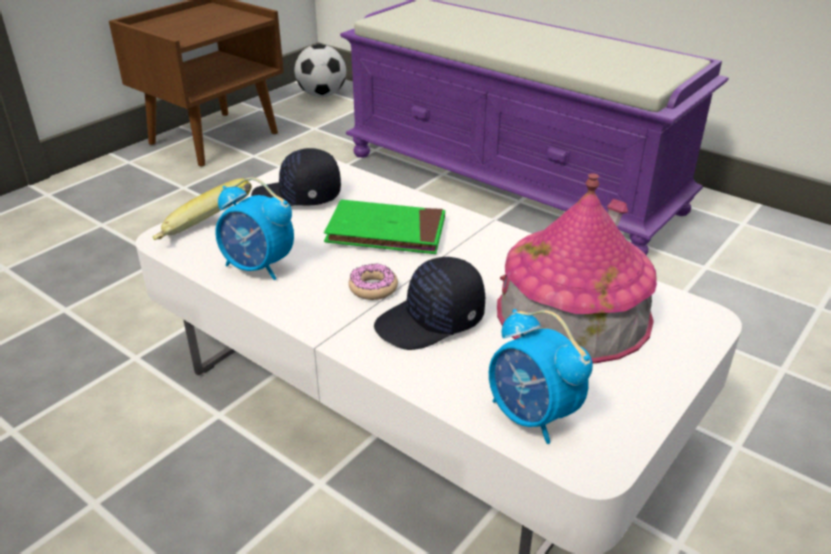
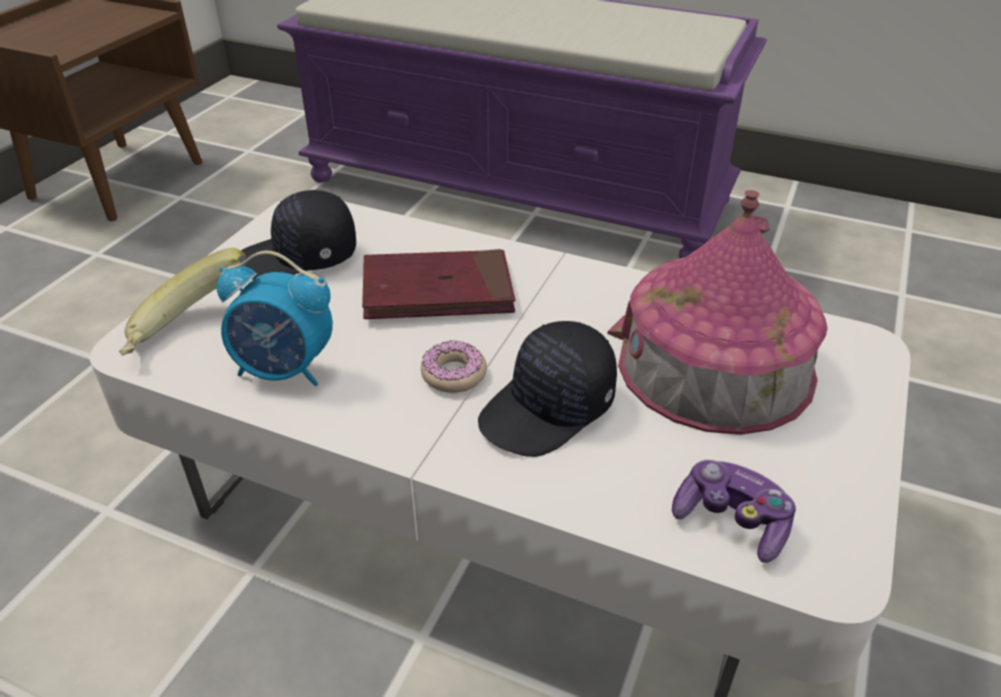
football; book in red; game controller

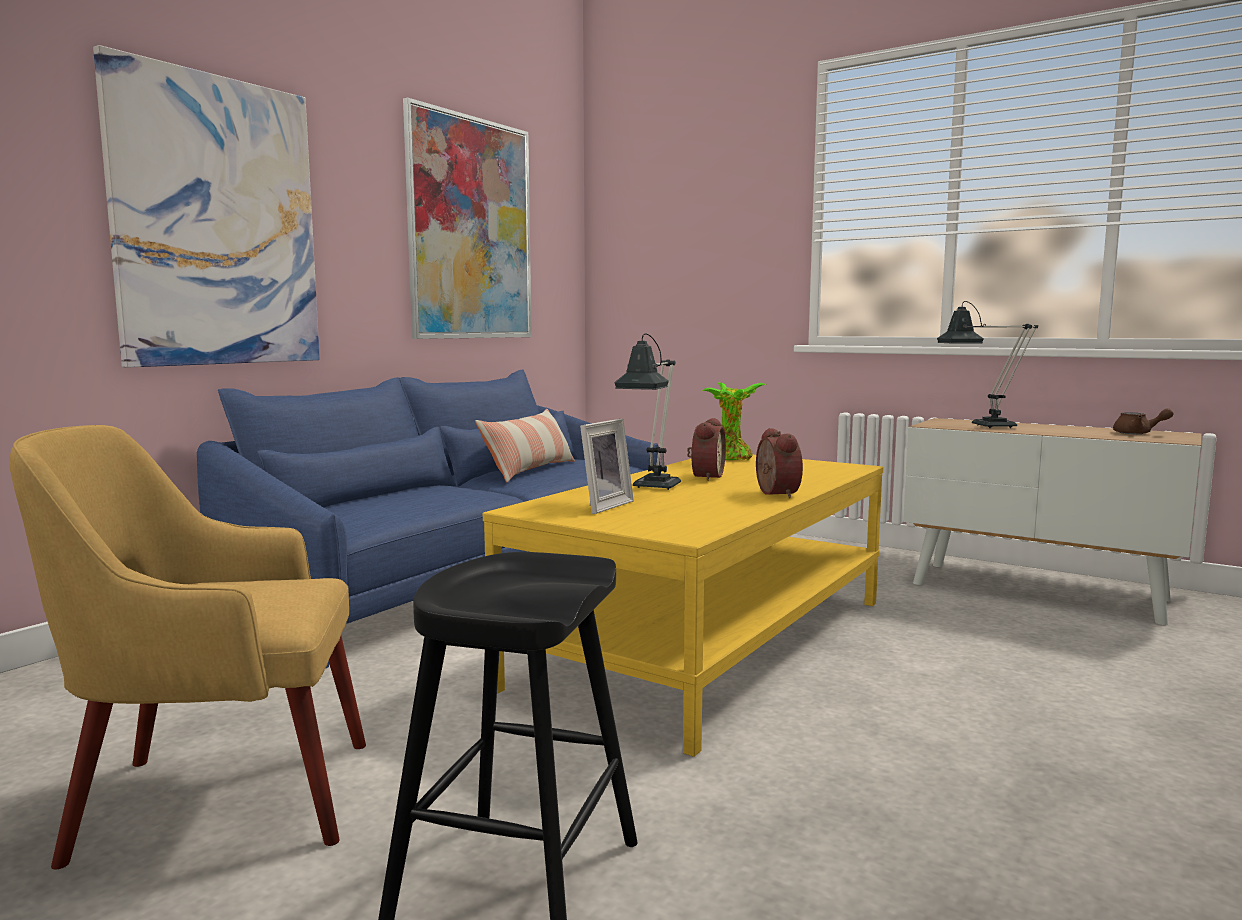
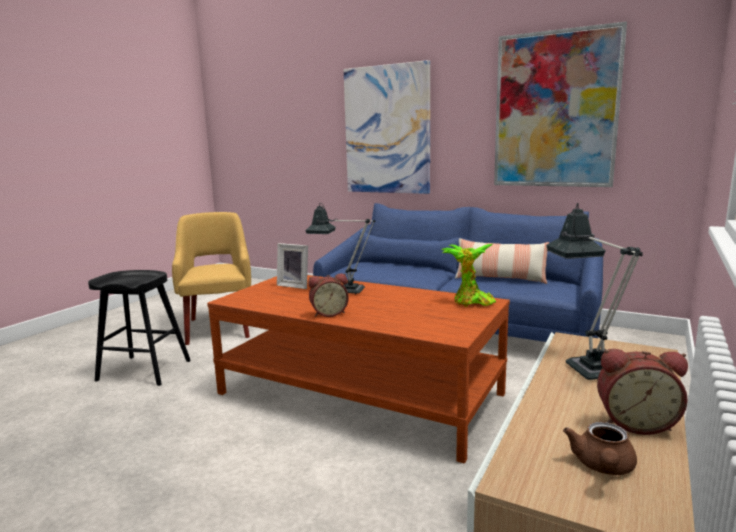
coffee table in brown; alarm clock (2nd from left)

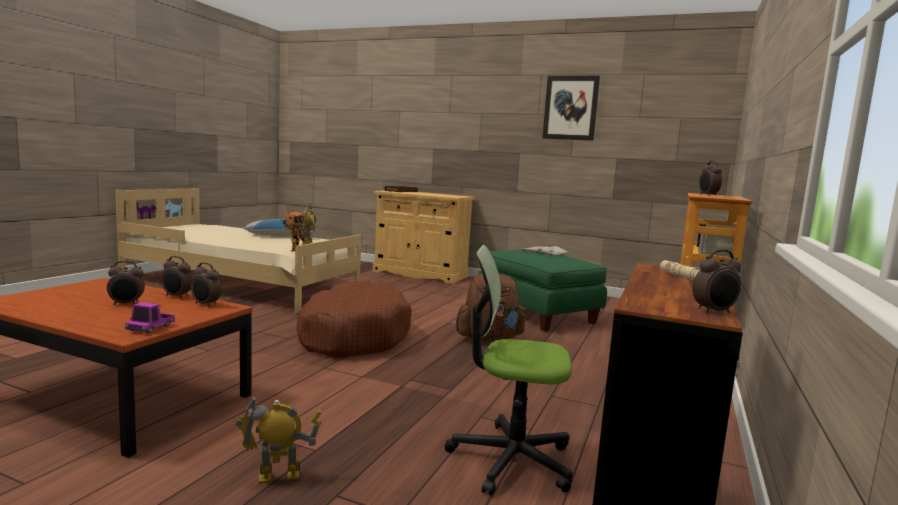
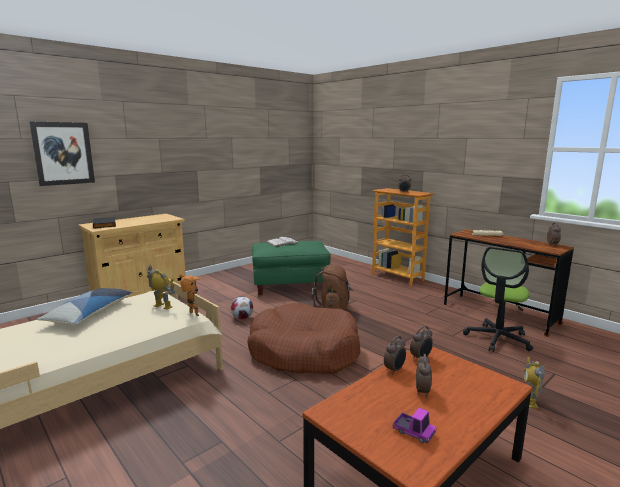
toy truck; picture; football

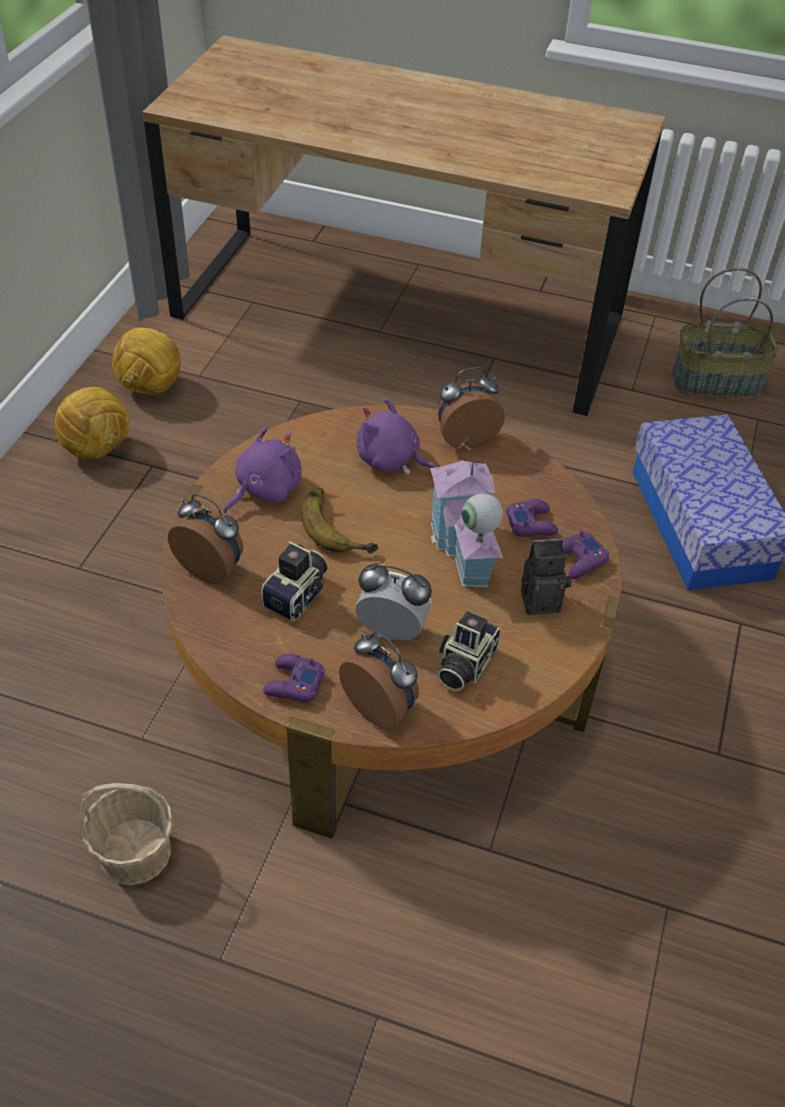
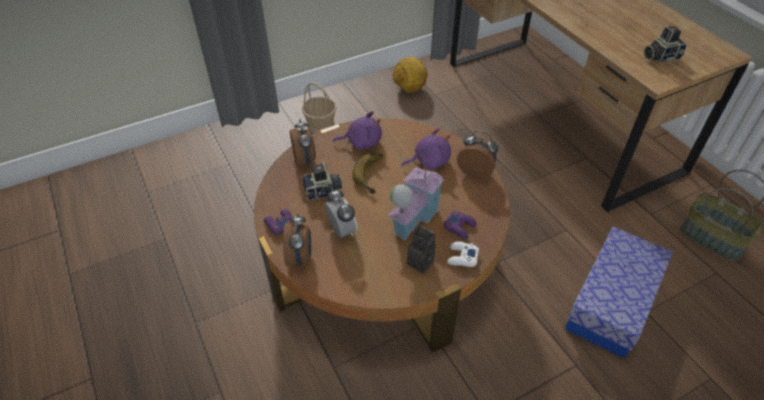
football (1st from left in the first image); basket (1st from left); plush toy in purple (2nd from left); photo camera (3rd from left); game controller in white

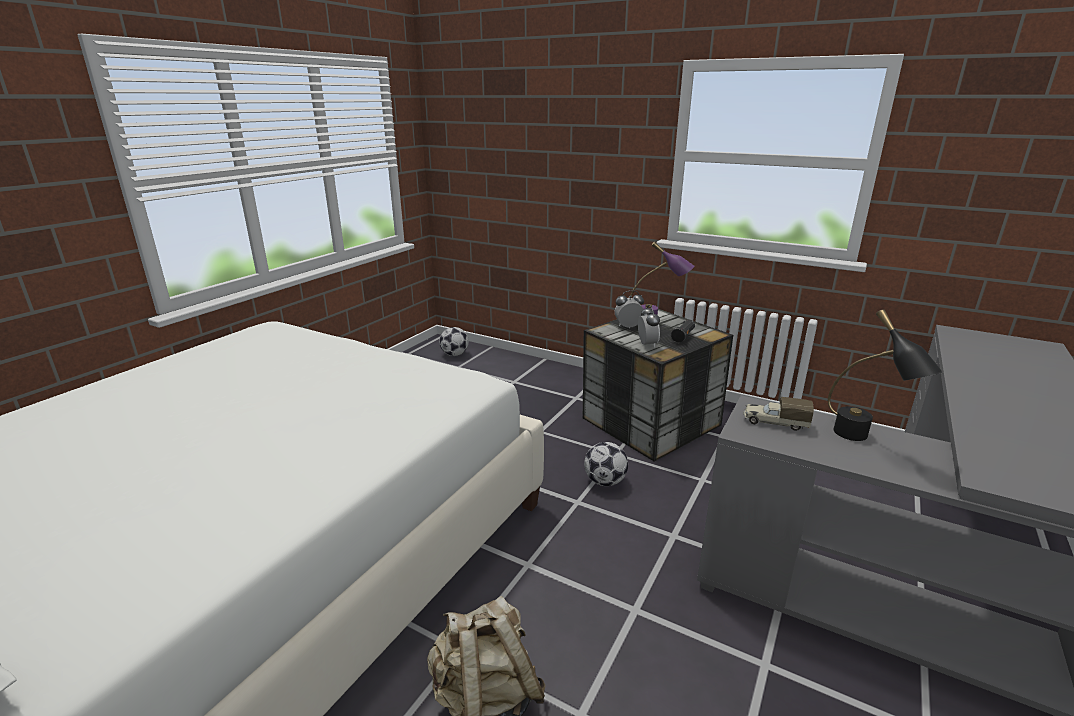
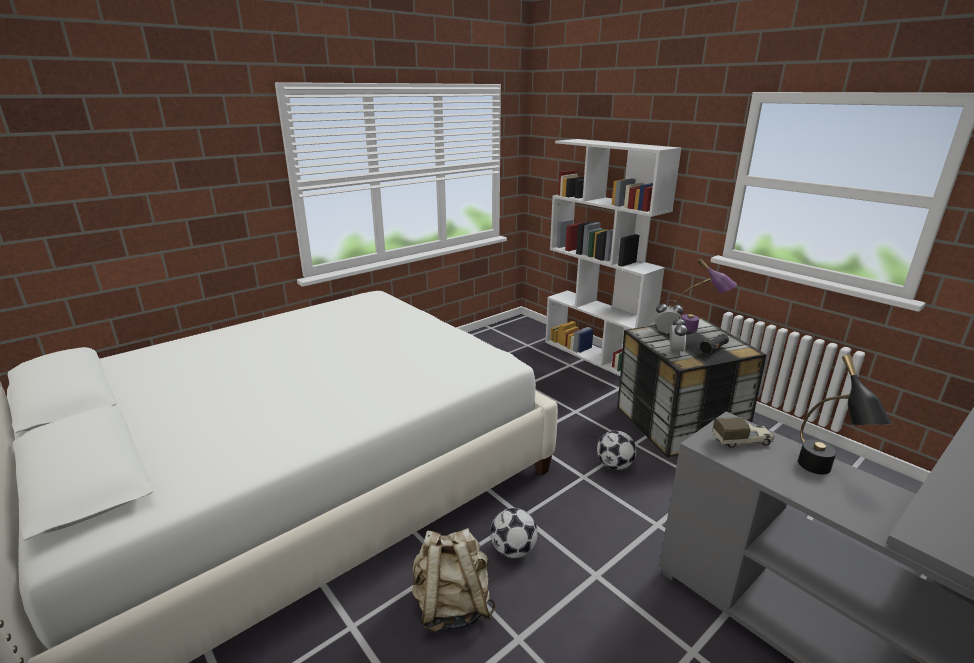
football (1st from left); toy truck; bookcase in white

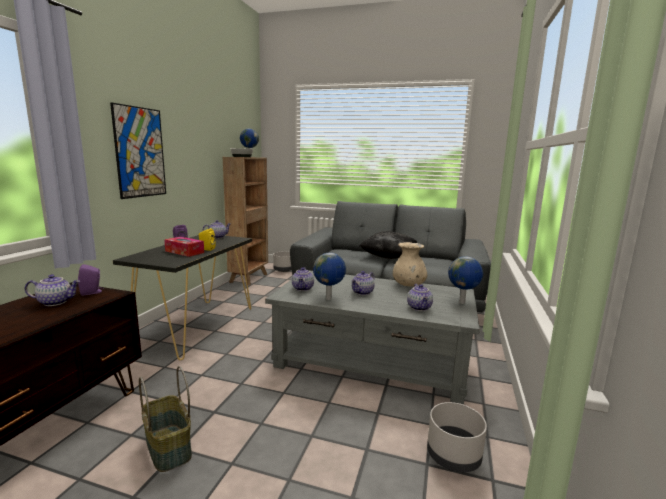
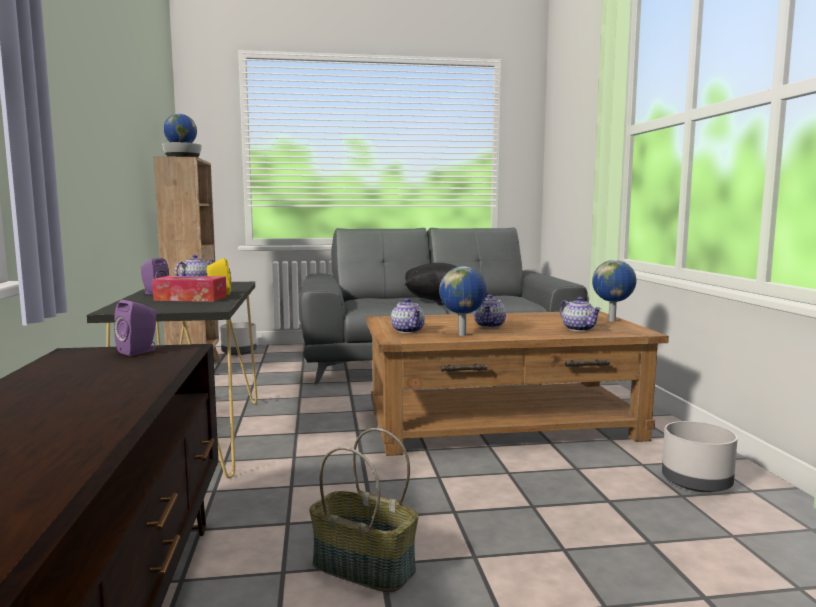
teapot (1st from left in the first image); picture; coffee table in brown; vase in beige

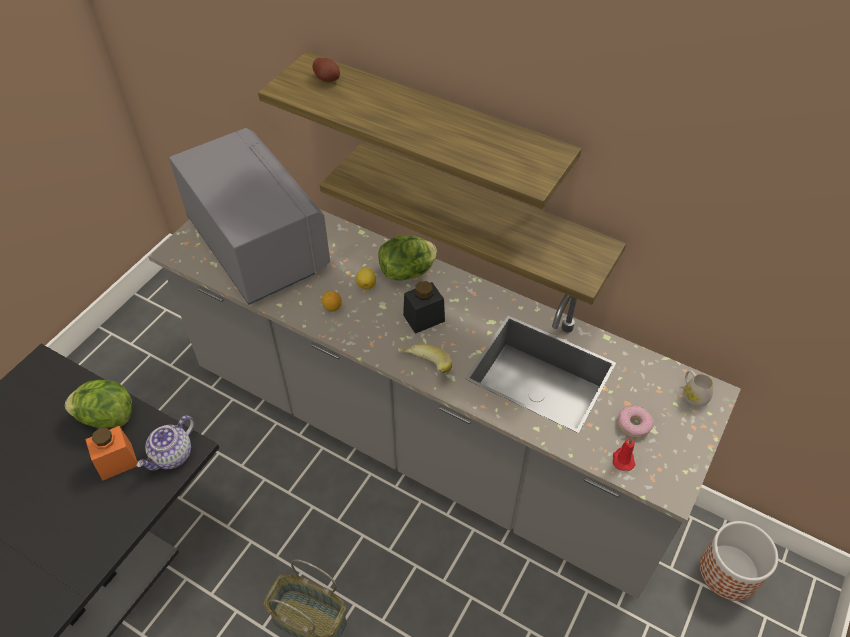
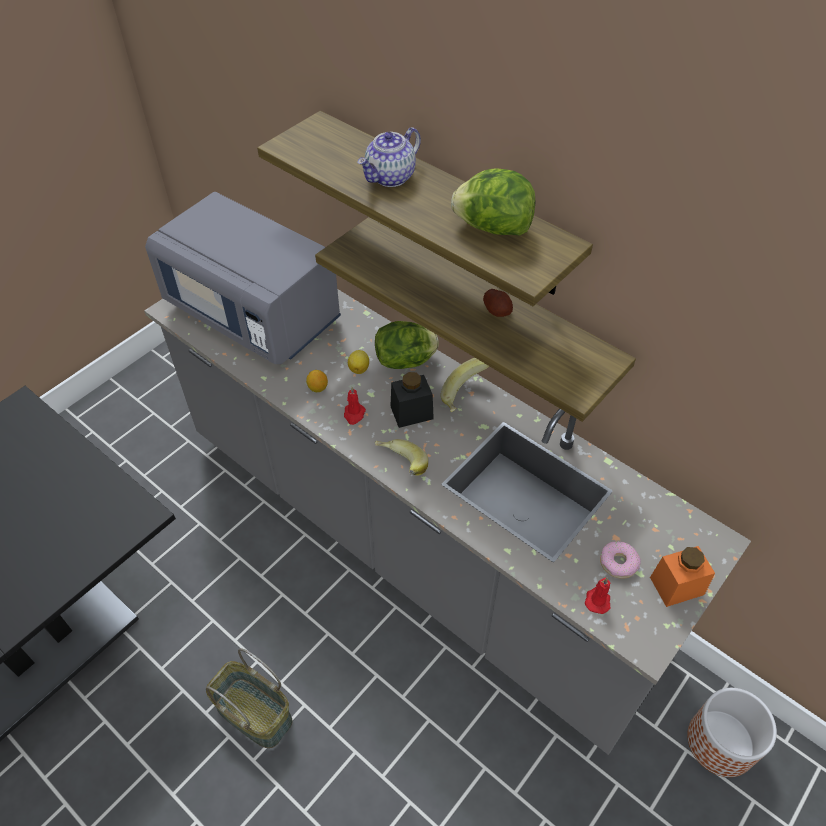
lettuce (2nd from left); jar in orange; teapot; microwave in grey; potato; mug in white; candle in red (1st from left); banana (2nd from left)

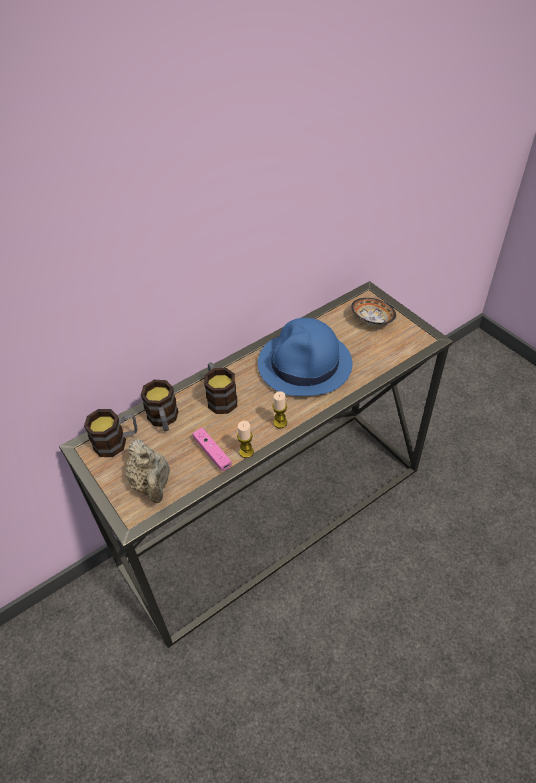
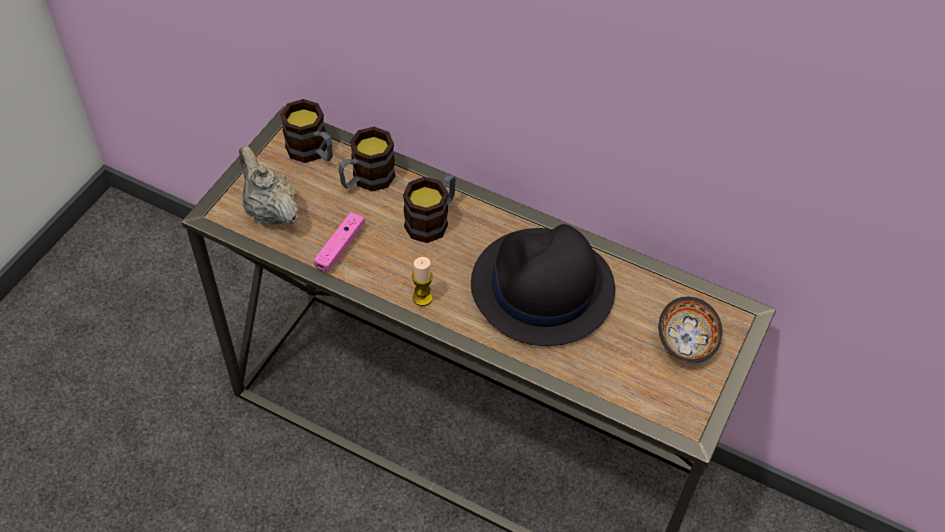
teapot in beige; candle (1st from left in the first image); hat in black

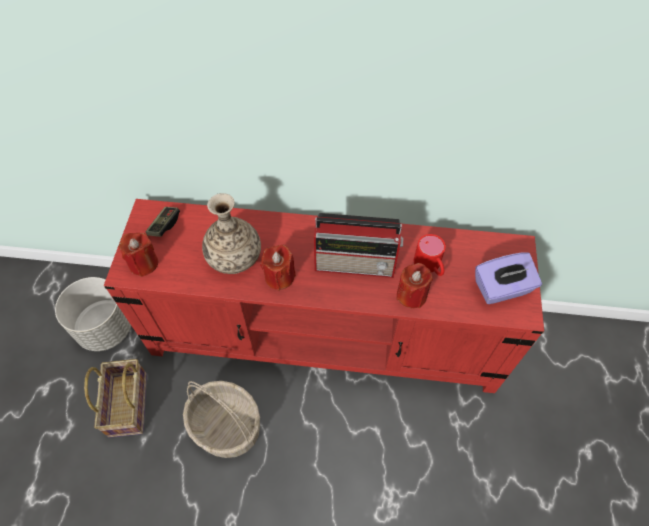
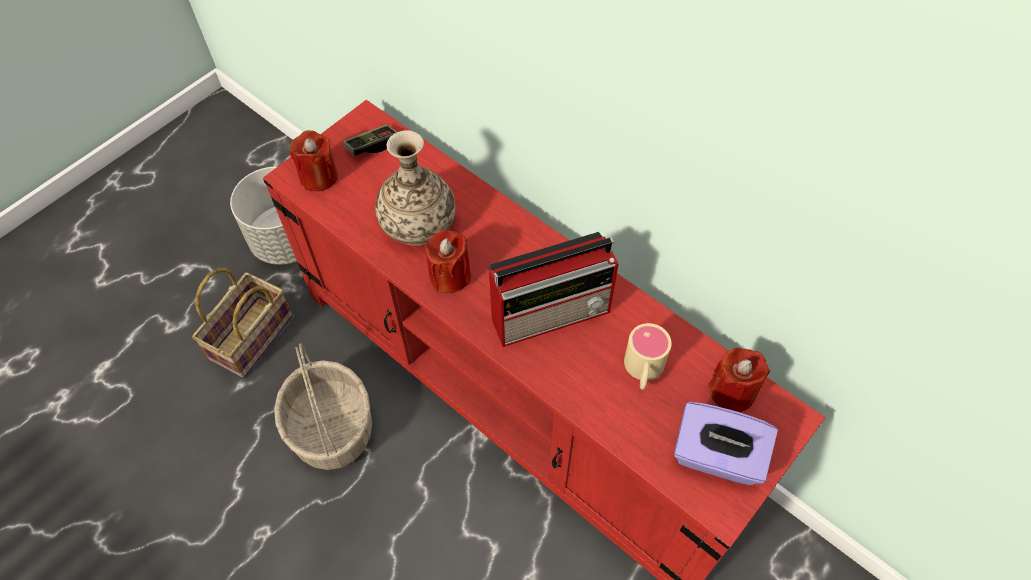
radio; candle in red (3rd from left); mug in beige

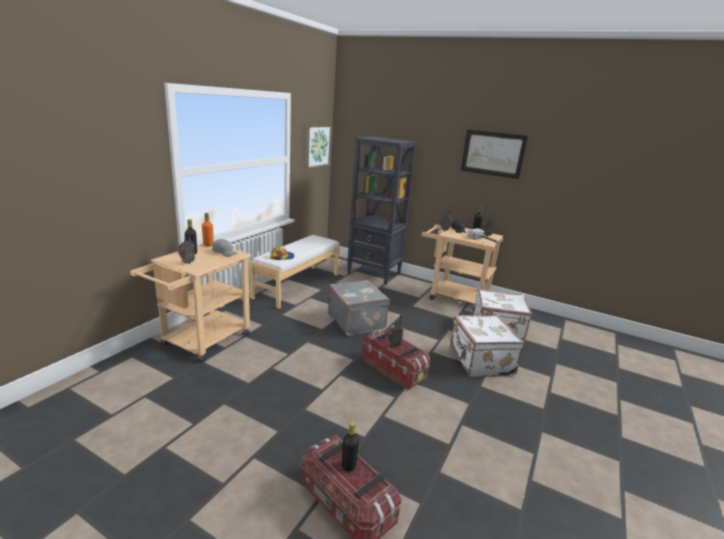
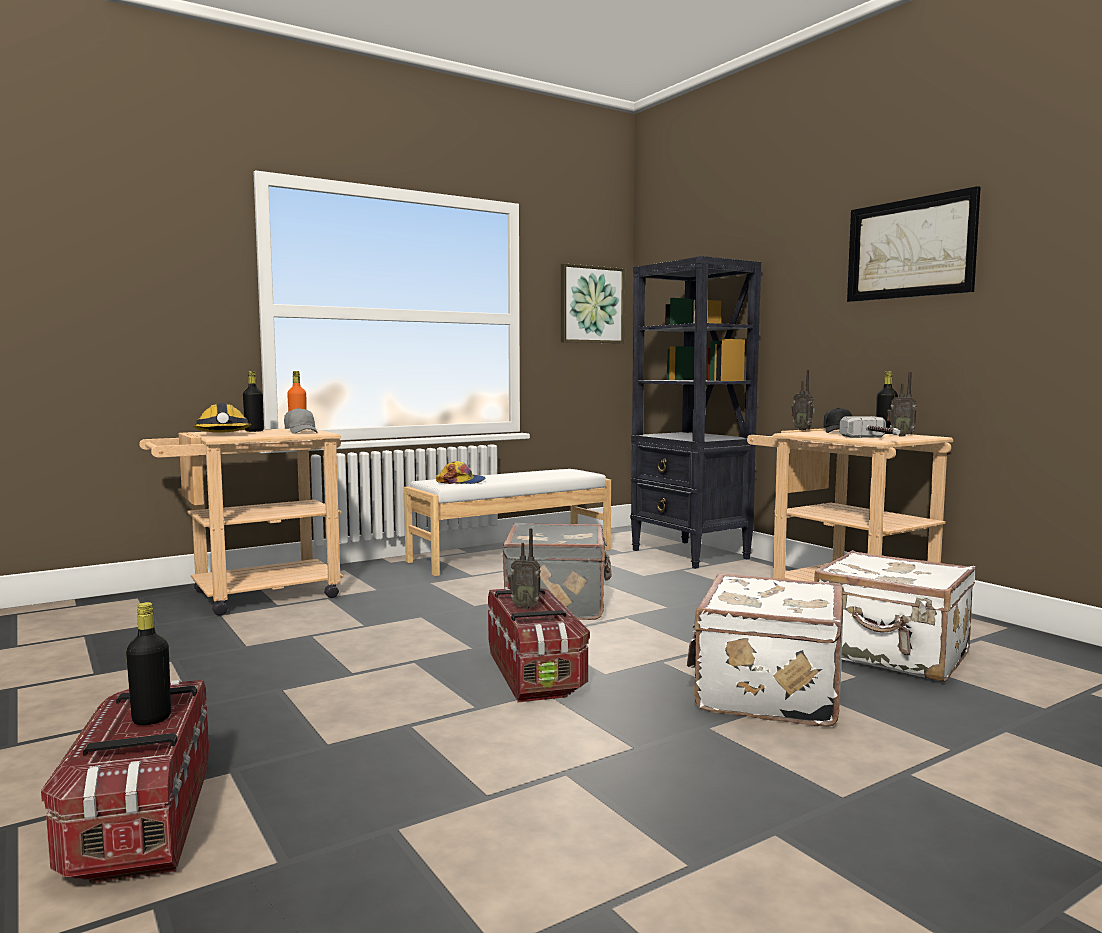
hard hat

